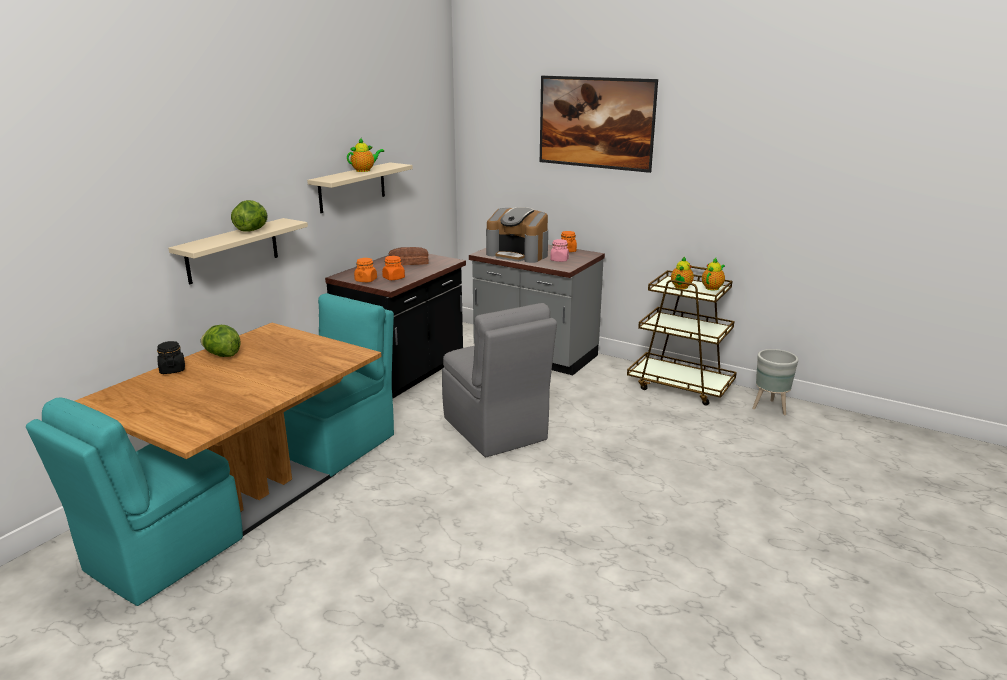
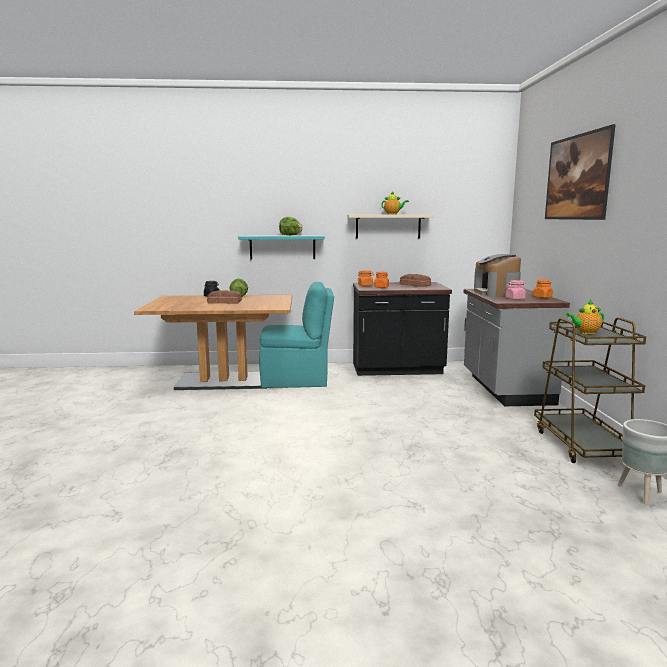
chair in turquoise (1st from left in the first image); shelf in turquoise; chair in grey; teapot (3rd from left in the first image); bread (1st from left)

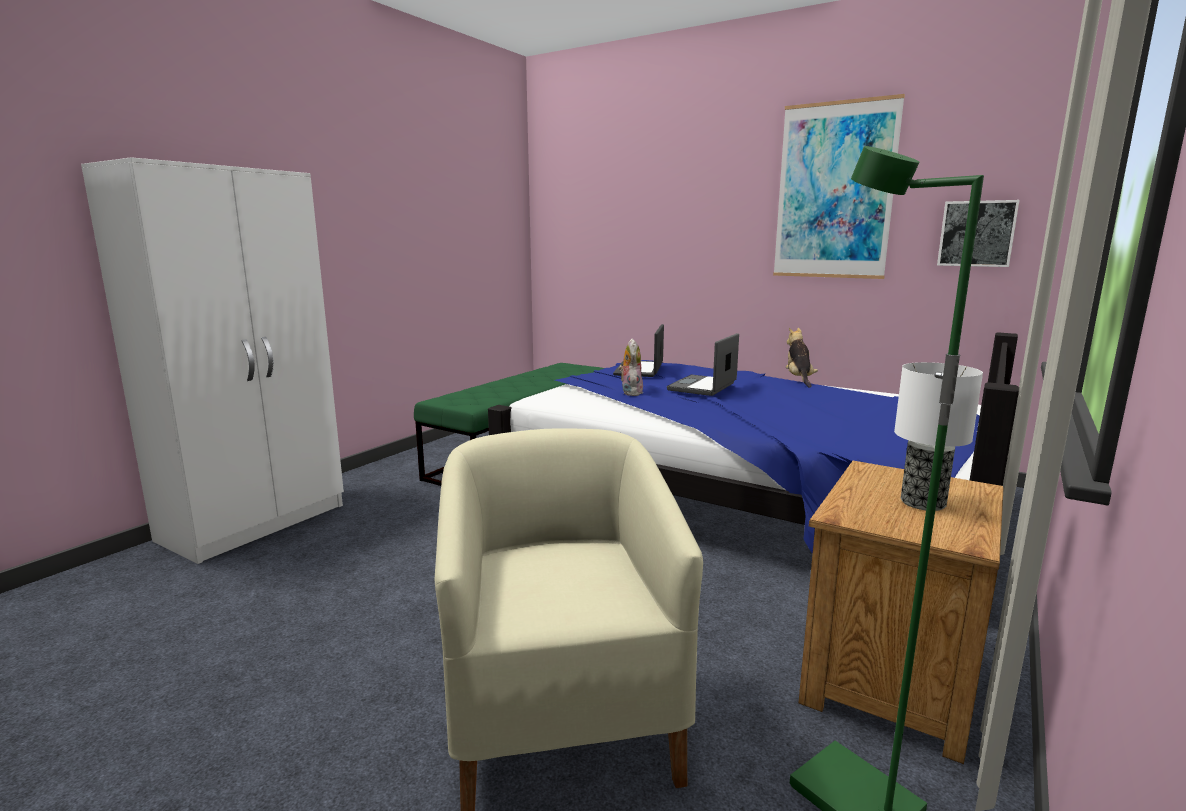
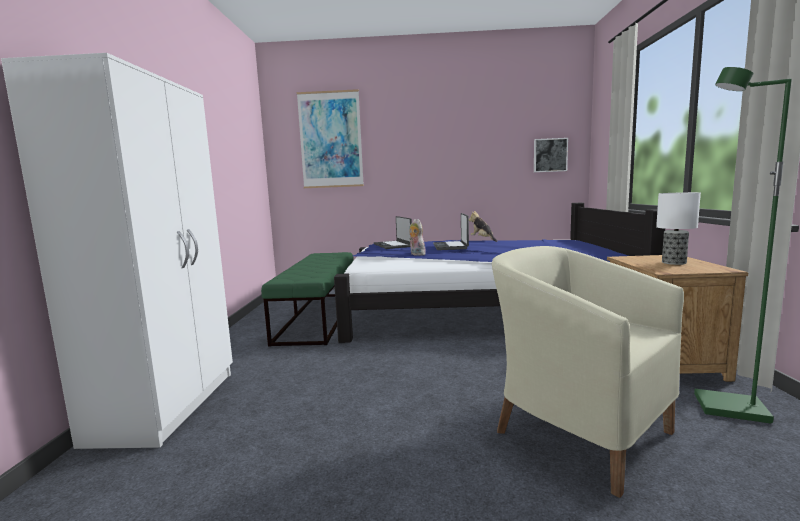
picture (1st from left)

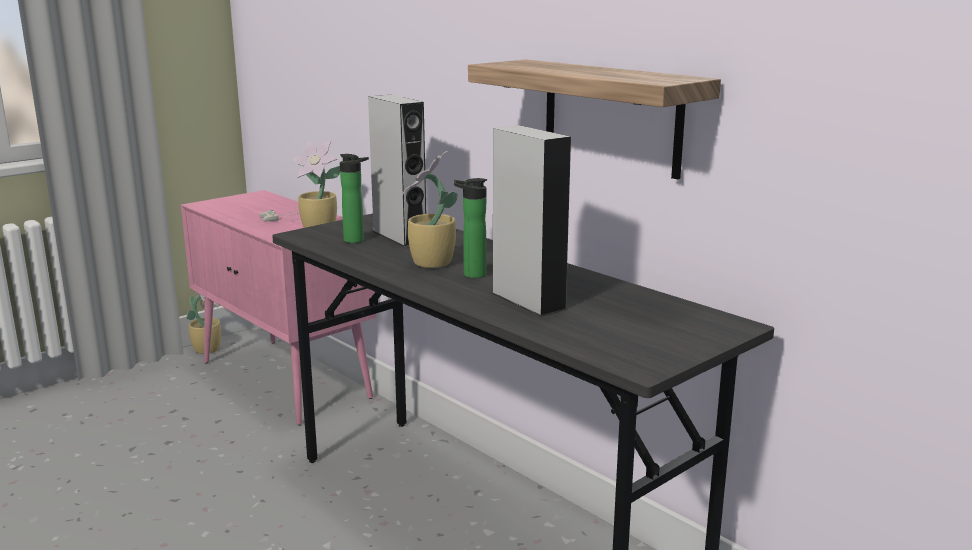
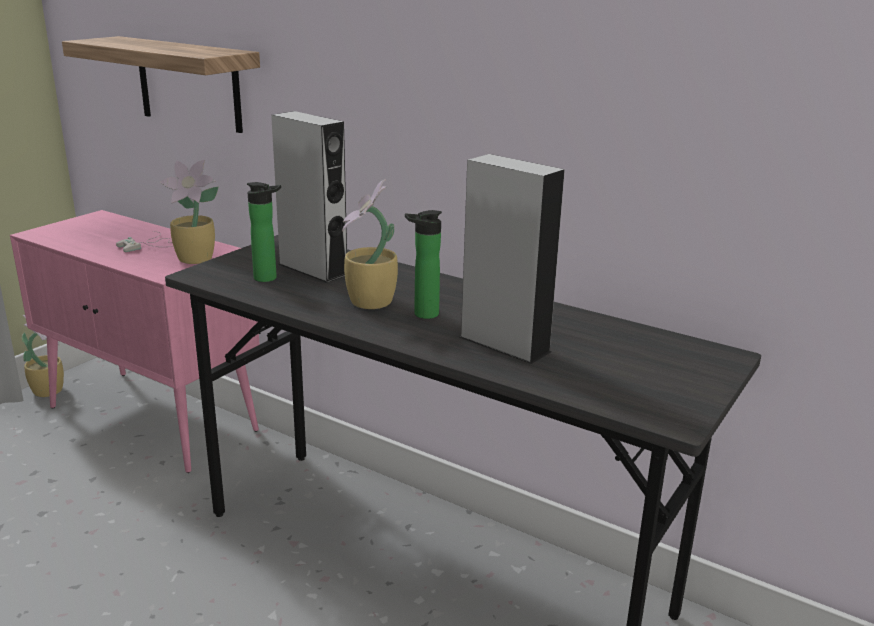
shelf

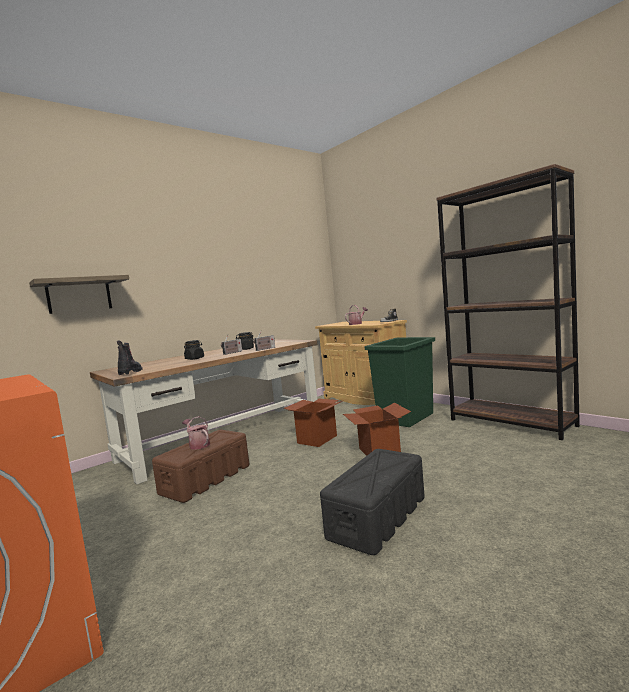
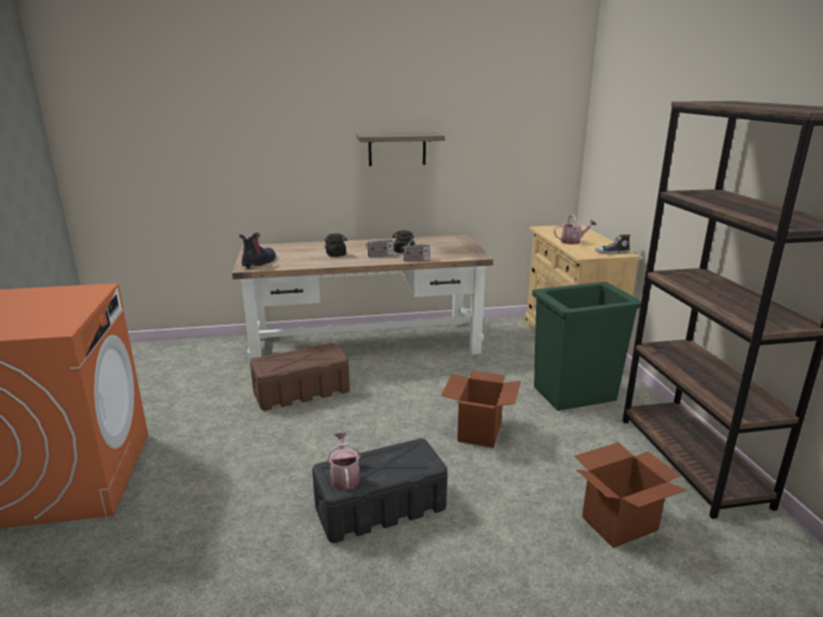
shelf; watering can (1st from left); cardboard box (2nd from left)

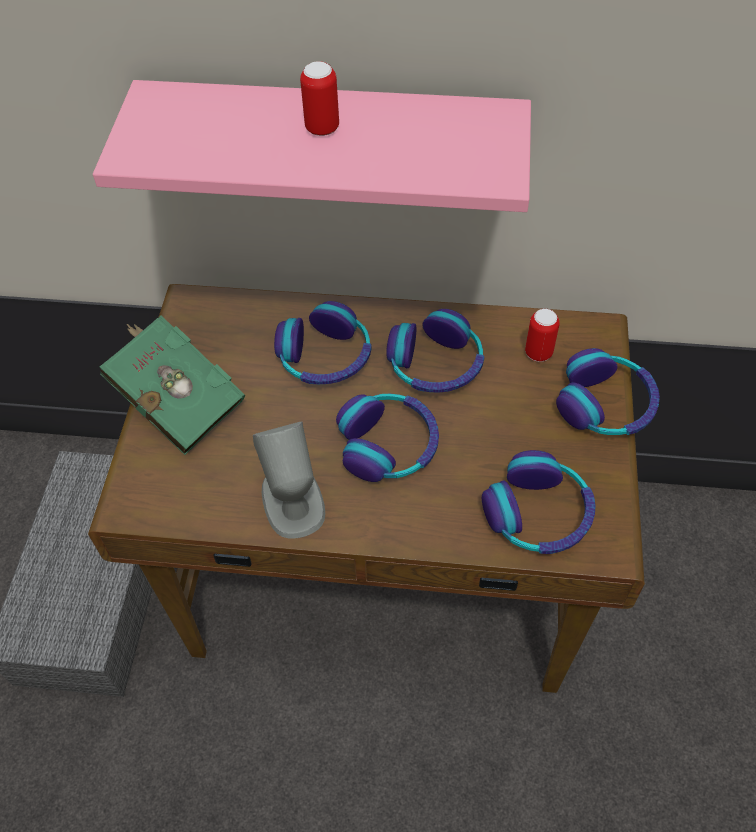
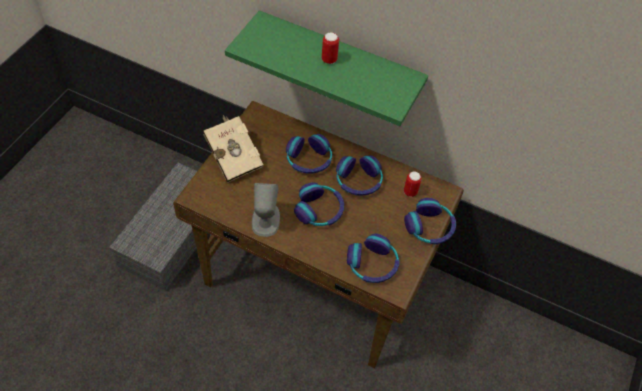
shelf in green; book in beige

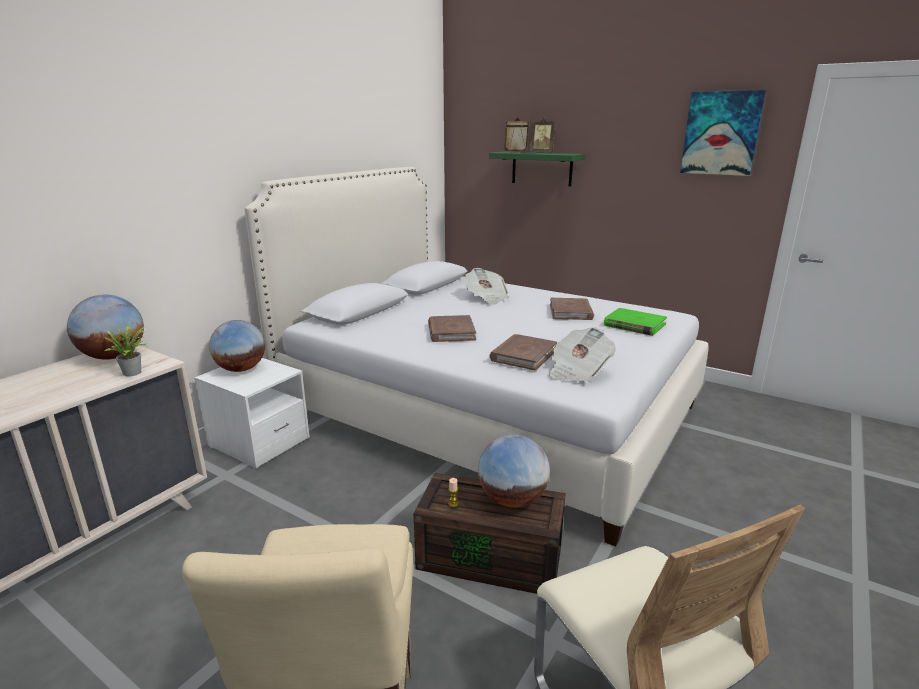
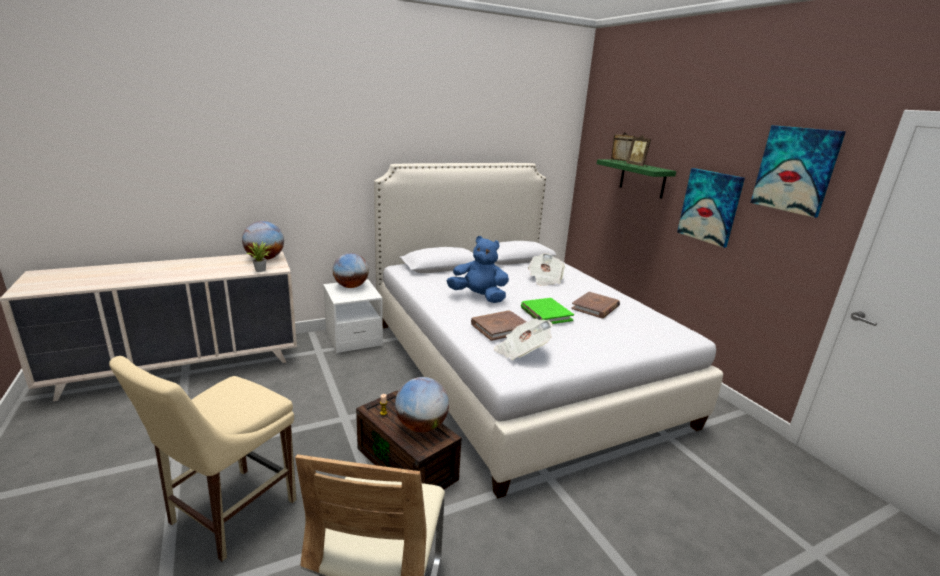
plush toy in blue; book in green; picture (1st from left)

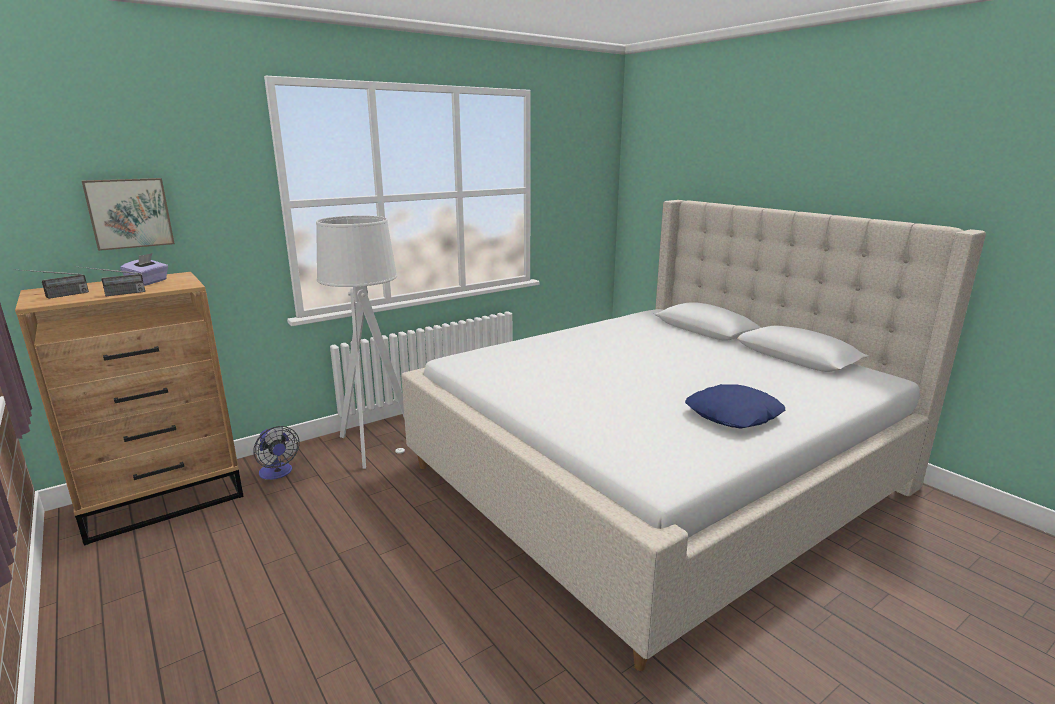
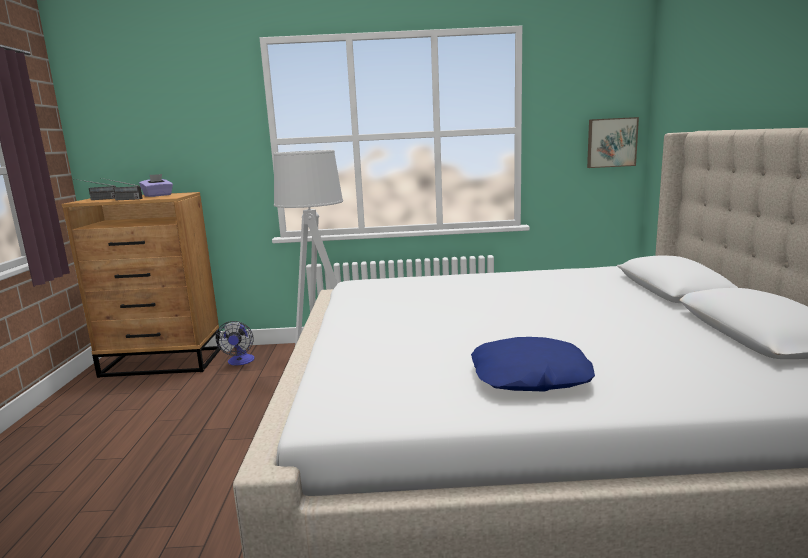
picture

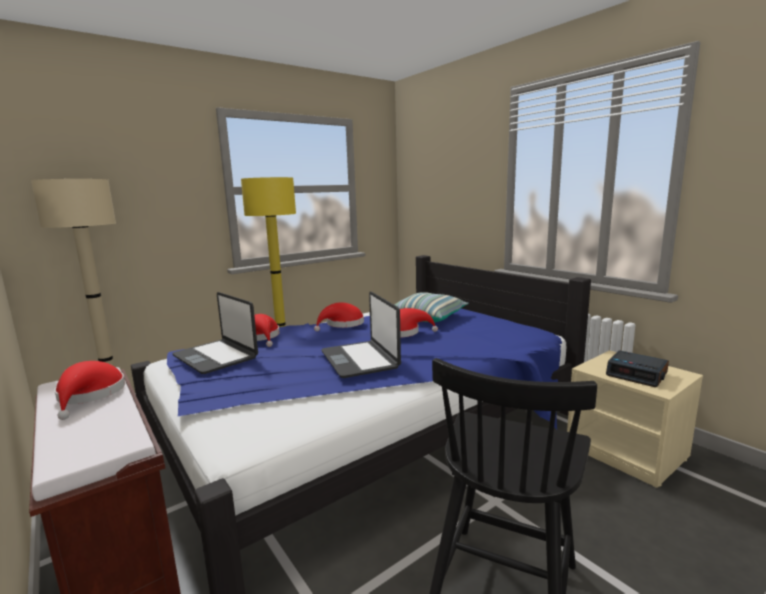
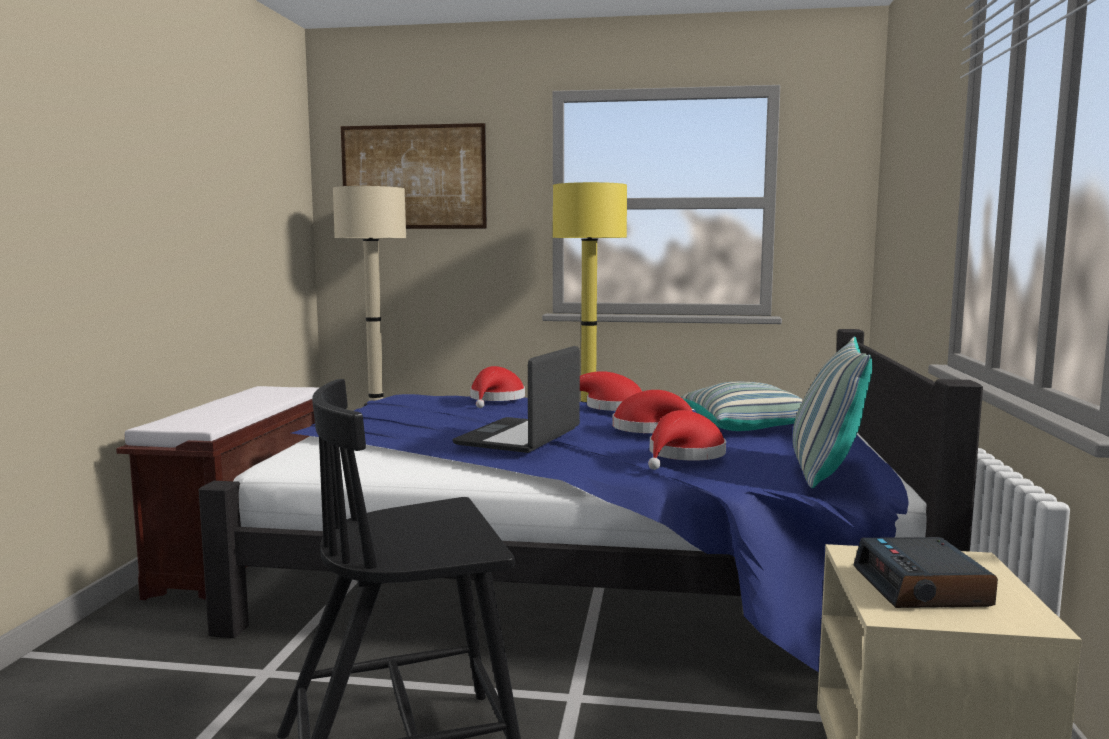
hat in red (4th from left); laptop (1st from left in the first image); picture; pillow (2nd from left)

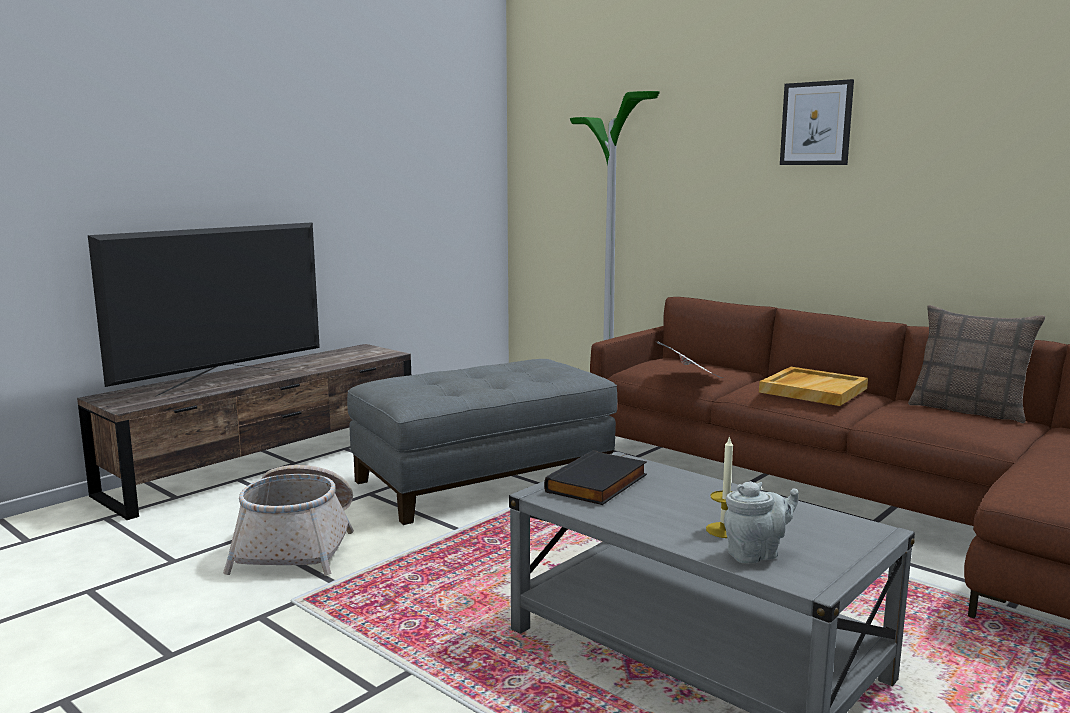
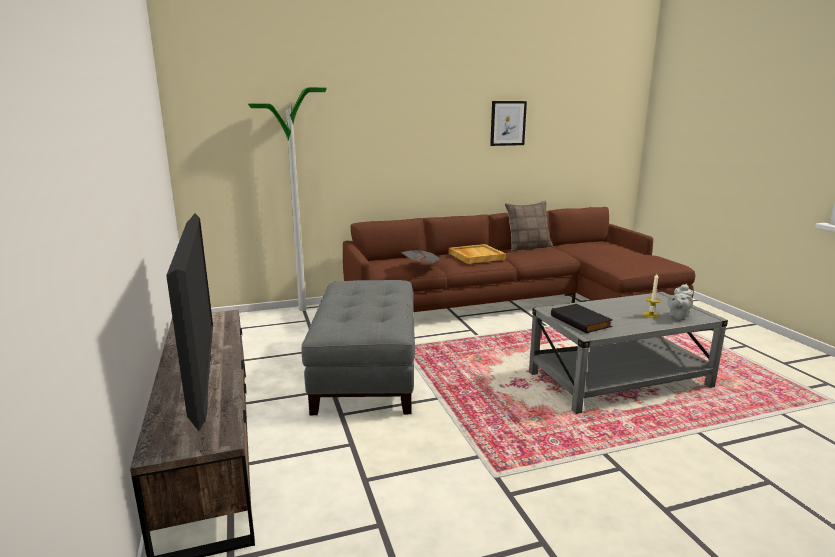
basket; teapot in grey; picture

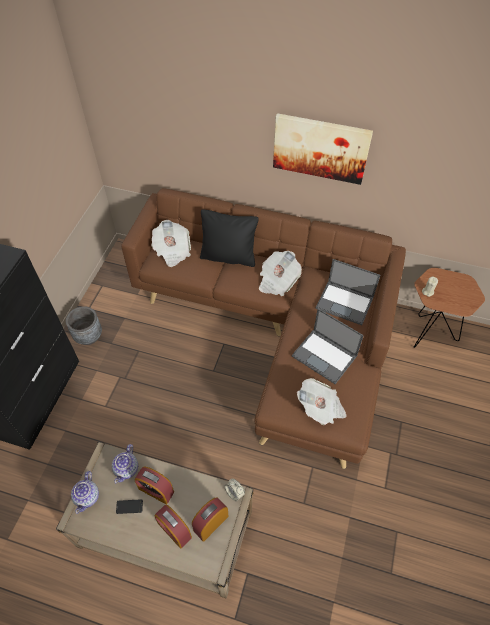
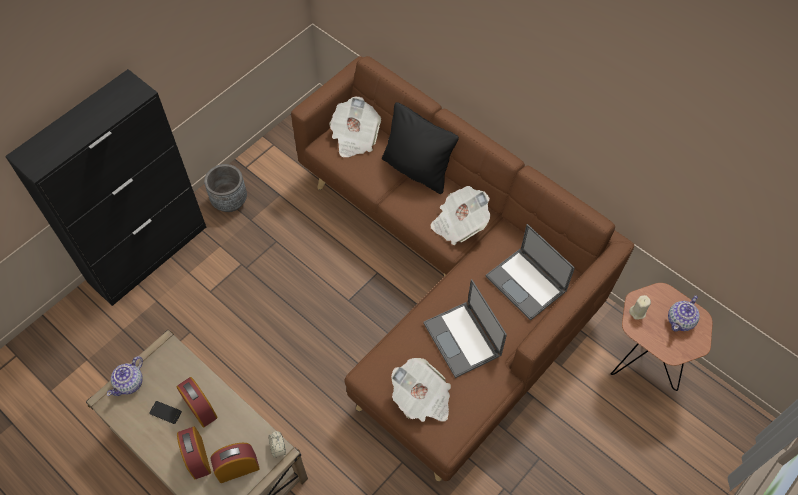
teapot (2nd from left); picture

